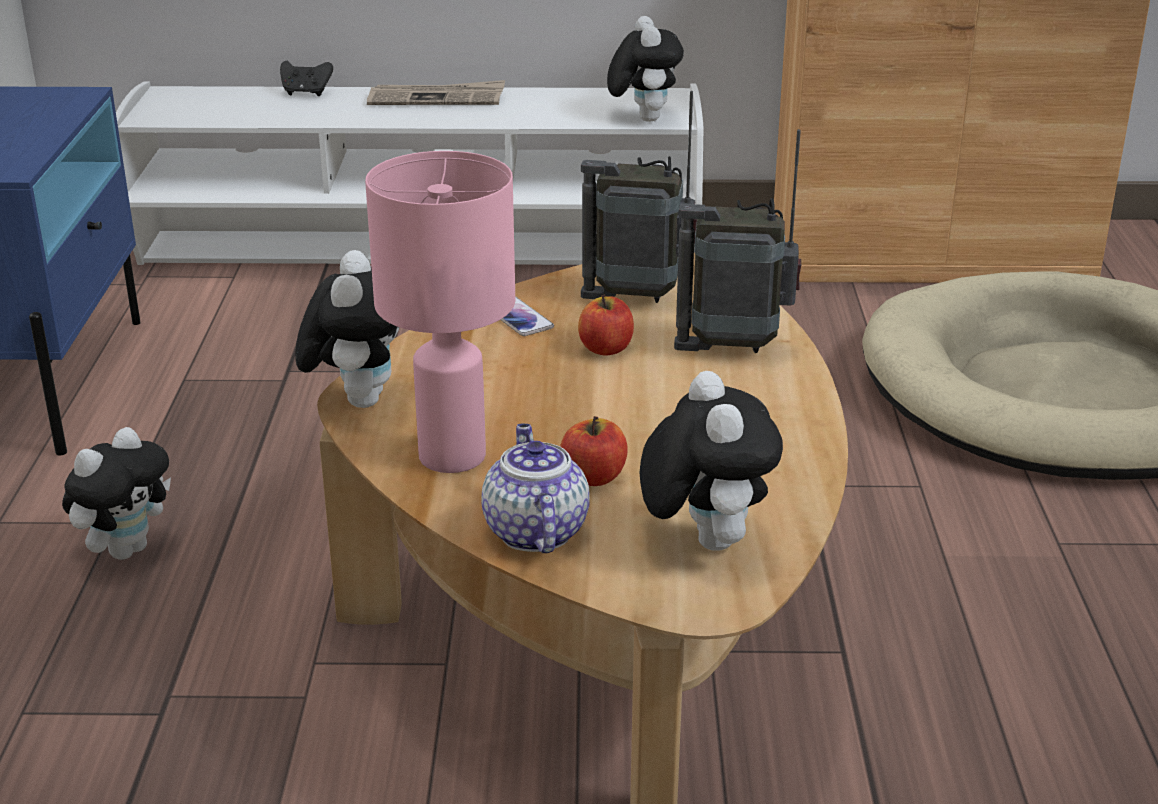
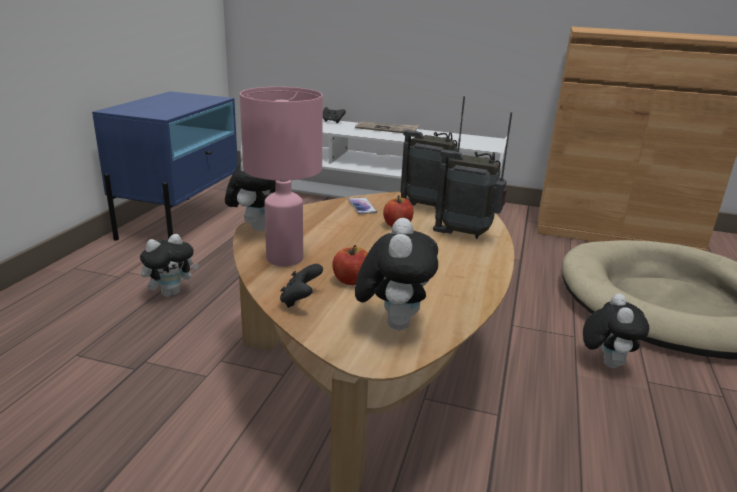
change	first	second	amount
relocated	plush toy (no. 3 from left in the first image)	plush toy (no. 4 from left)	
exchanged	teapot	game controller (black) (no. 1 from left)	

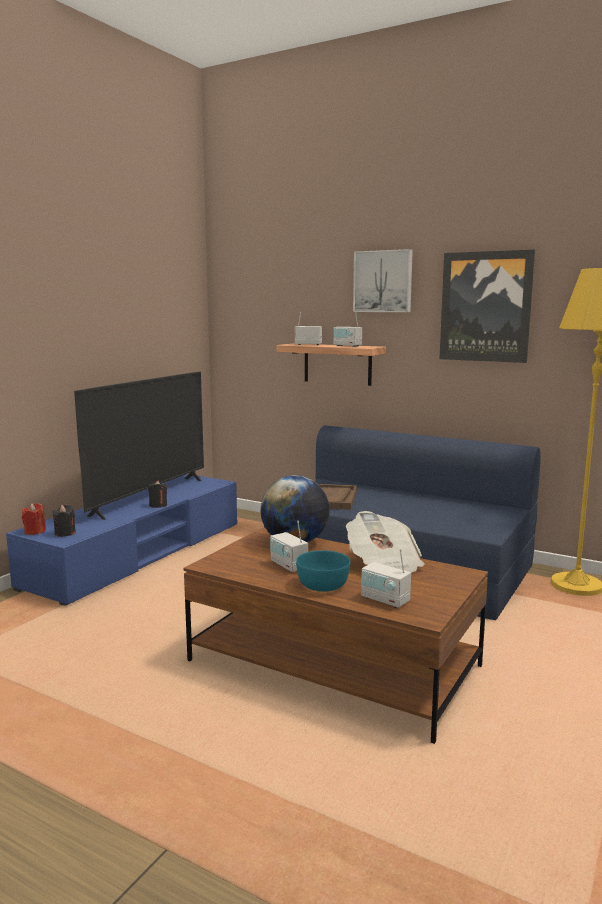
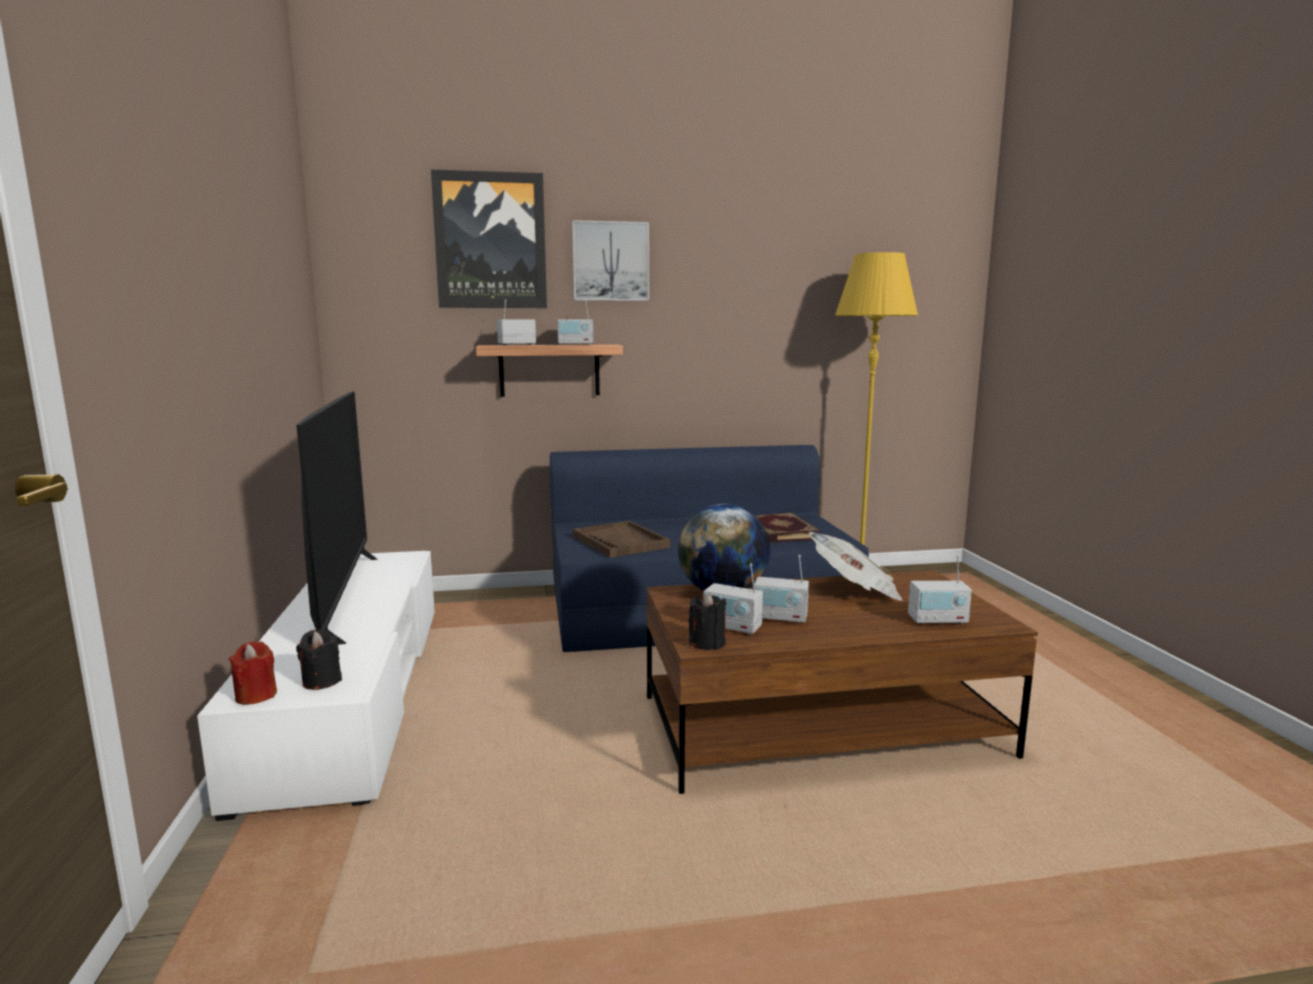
change	first	second	amount
relocated	picture (no. 2 from left in the first image)	picture (no. 1 from left)	
colour	tv stand (blue)	tv stand (white)	
relocated	candle (black) (no. 2 from left)		
missing	bowl (turquoise)		
appeared		book	
appeared		radio (no. 3 from left)	

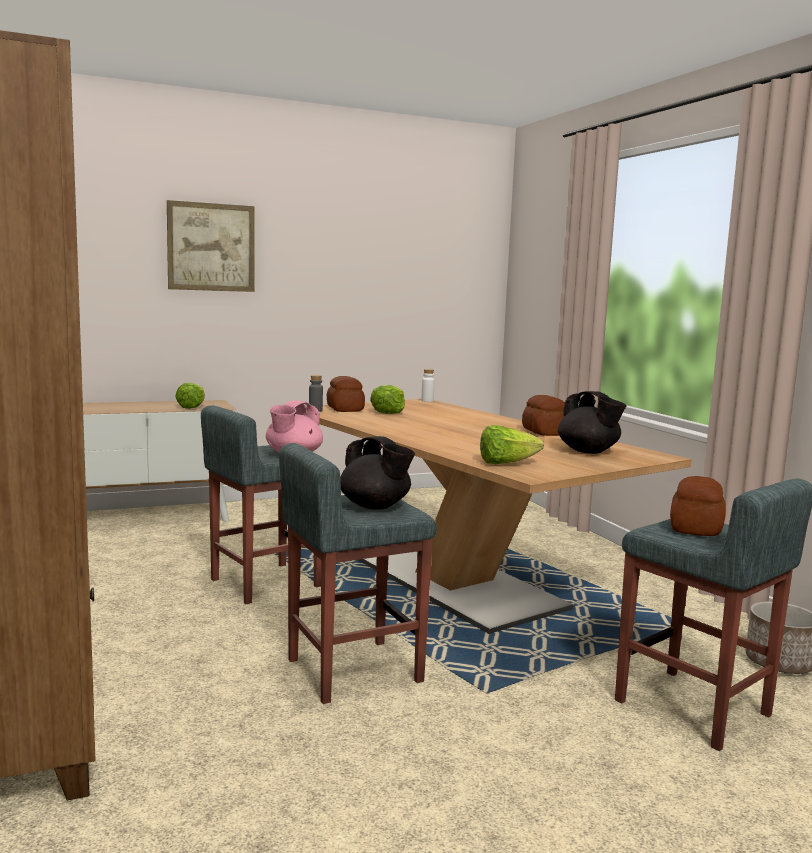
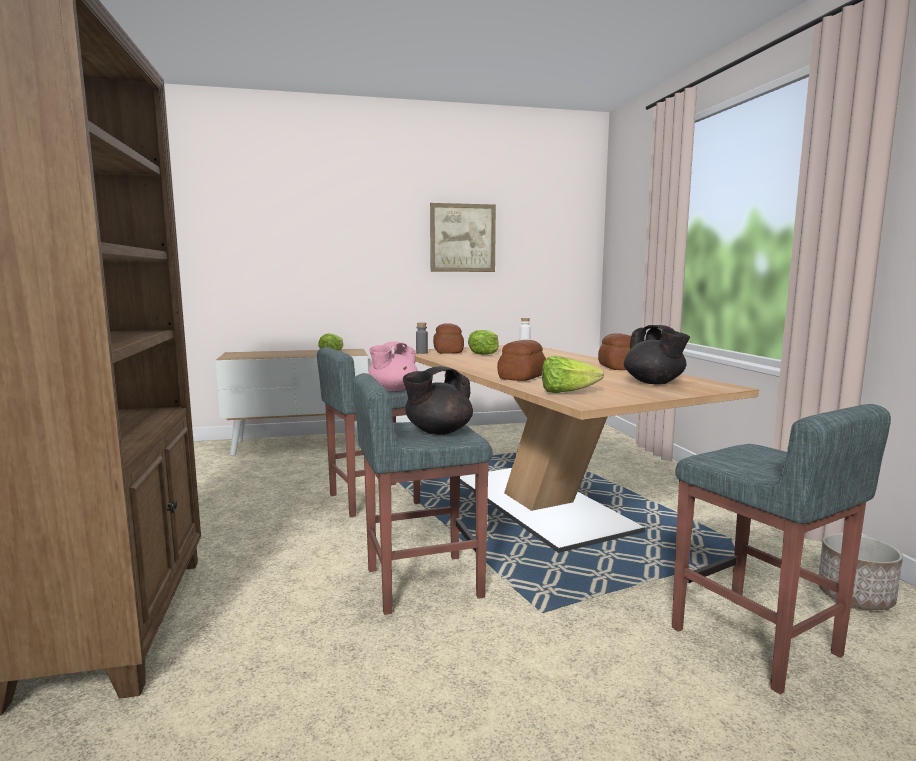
change	first	second	amount
relocated	picture		
spun	teapot (black) (no. 1 from left)		90 degrees clockwise
relocated	bread (no. 3 from left in the first image)	bread (no. 2 from left)	

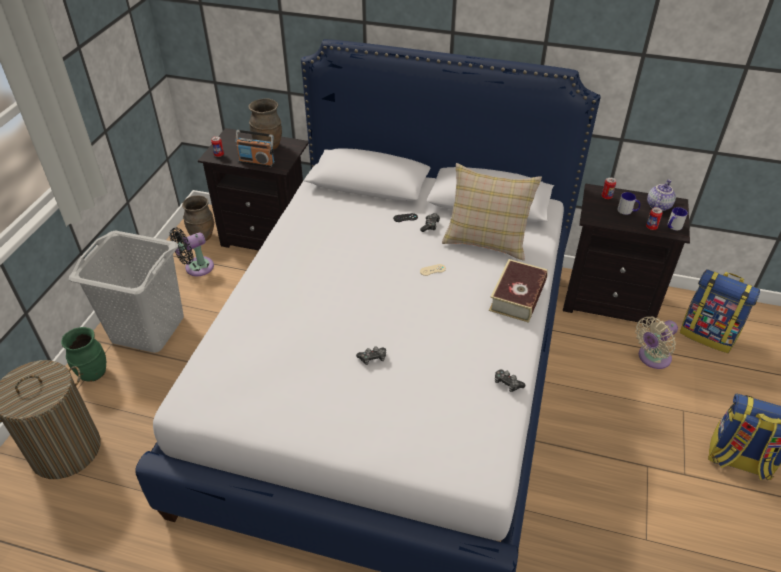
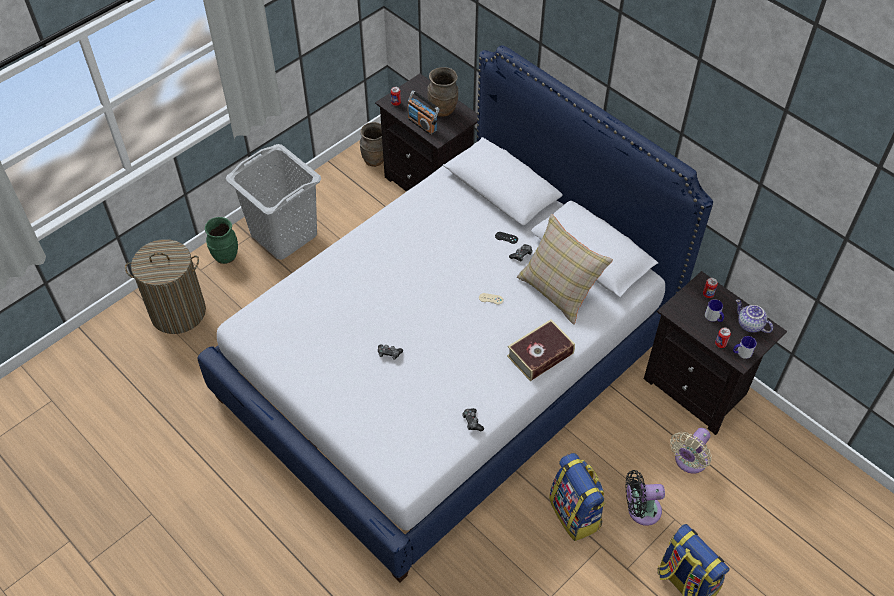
change	first	second	amount
spun	teapot		105 degrees counterclockwise
relocated	fan (black)		
relocated	backpack (no. 1 from left)		
spun	fan (beige)		45 degrees counterclockwise

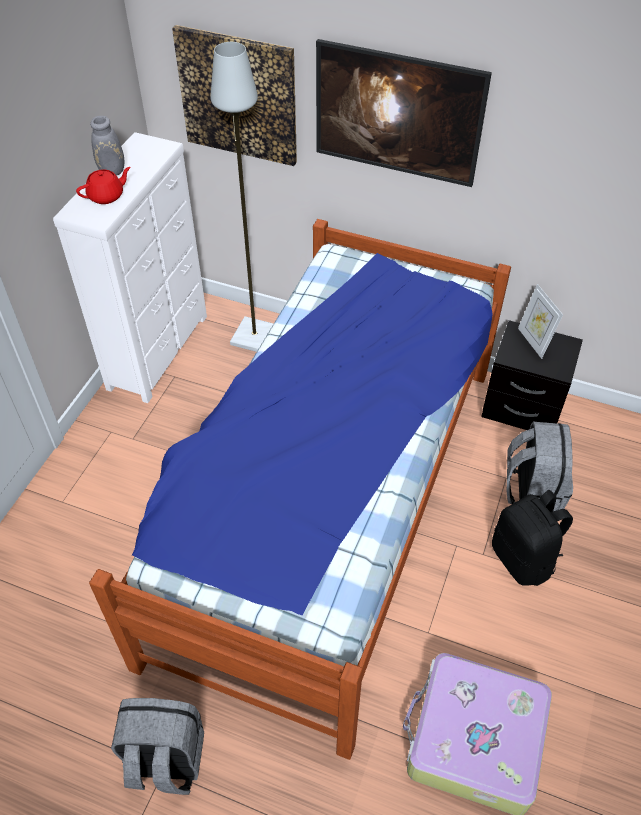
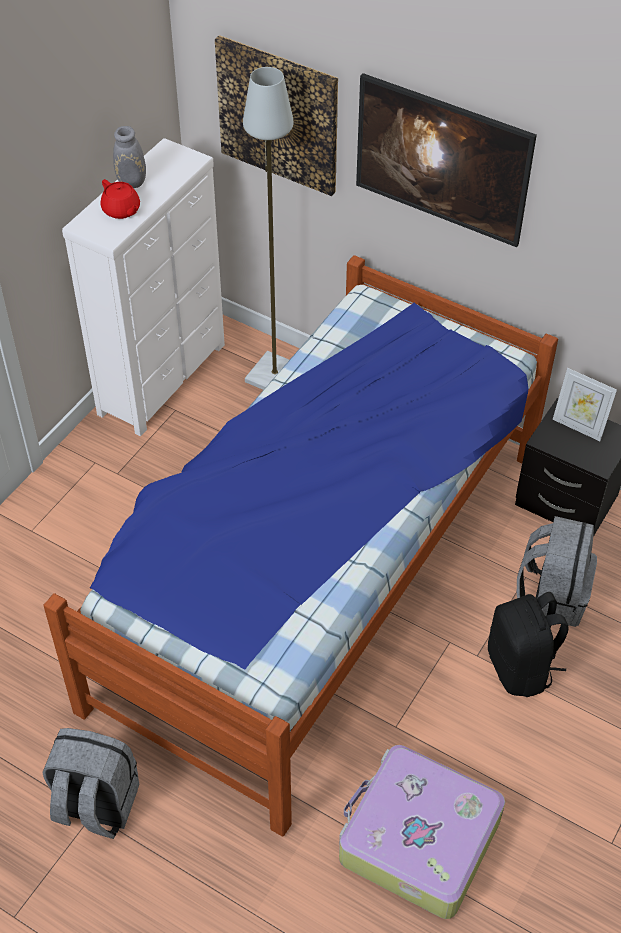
change	first	second	amount
spun	teapot (red)		75 degrees clockwise
spun	picture frame		45 degrees counterclockwise

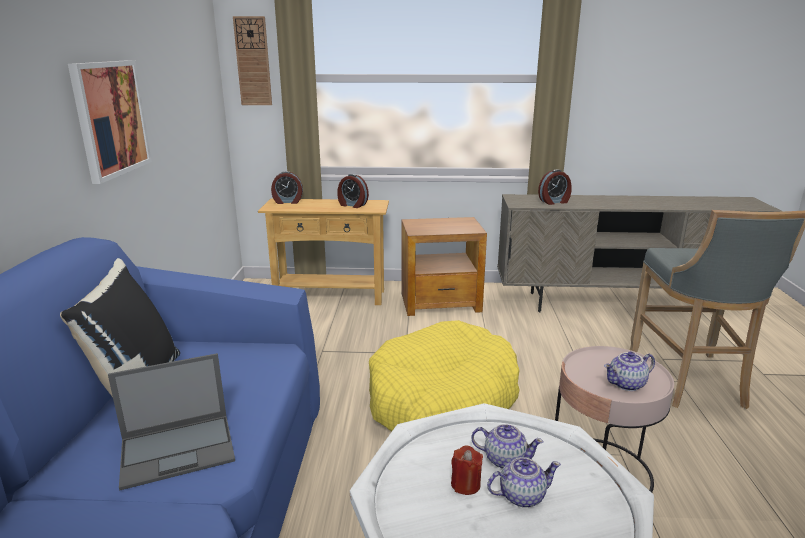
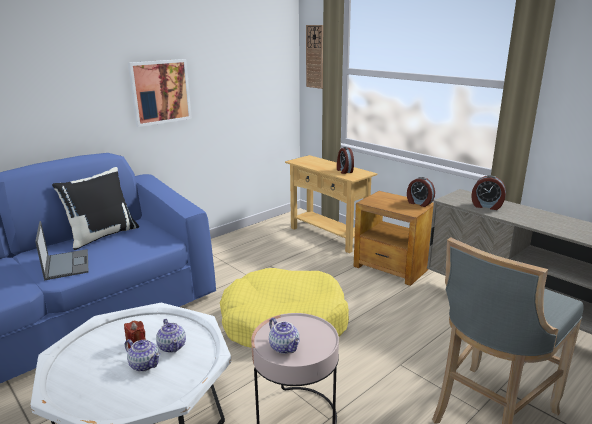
change	first	second	amount
relocated	alarm clock (no. 1 from left in the first image)	alarm clock (no. 2 from left)	
spun	teapot (no. 3 from left)		150 degrees counterclockwise
spun	laptop		135 degrees counterclockwise

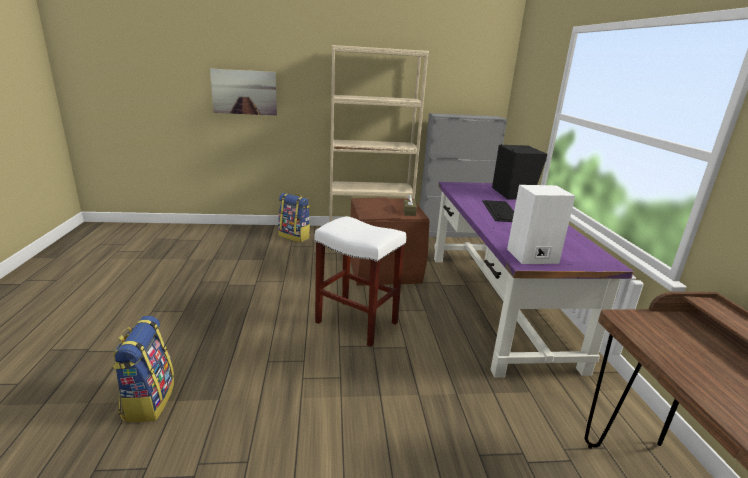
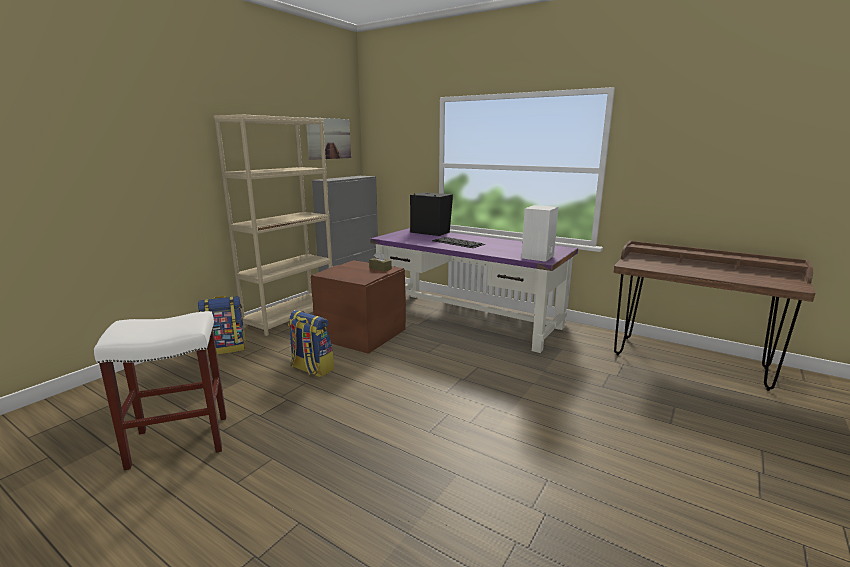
change	first	second	amount
relocated	picture		
relocated	stool (white)		
relocated	backpack (no. 1 from left in the first image)	backpack (no. 2 from left)	

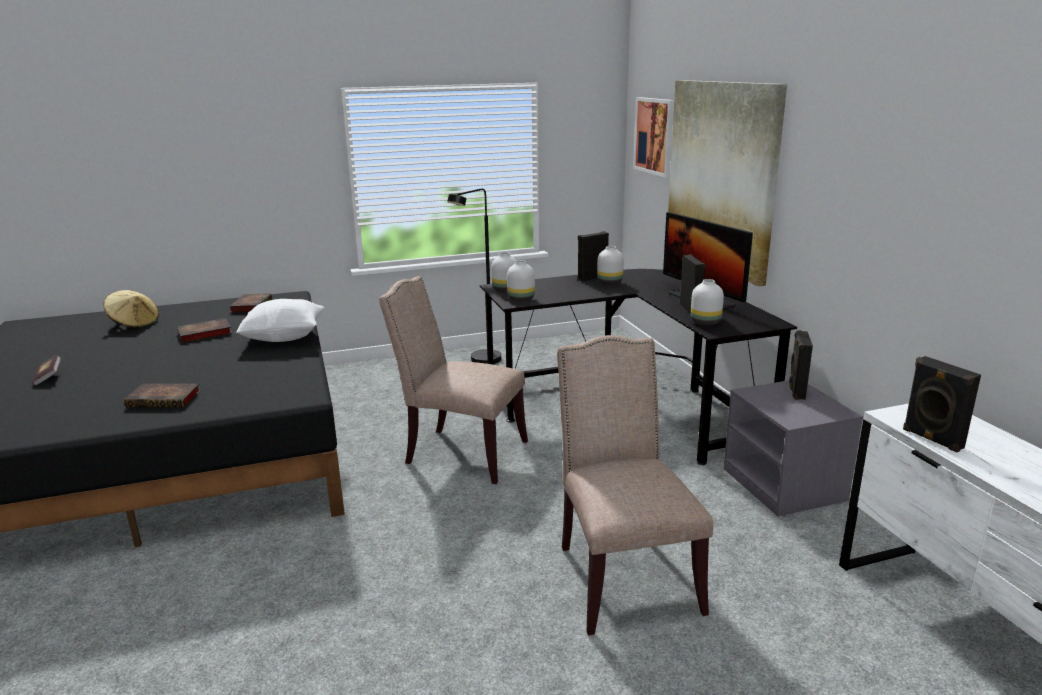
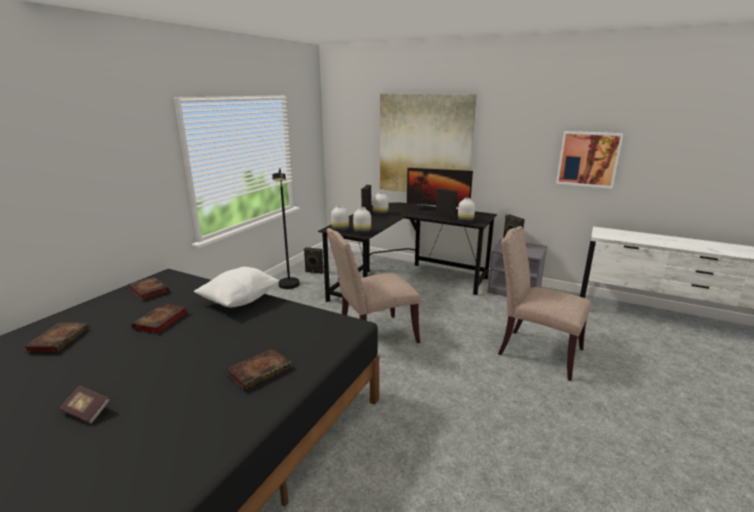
change	first	second	amount
relocated	picture (no. 1 from left in the first image)	picture (no. 2 from left)	
exchanged	hat (beige)	book (no. 1 from left)	
relocated	speaker (black) (no. 4 from left in the first image)	speaker (black) (no. 1 from left)	

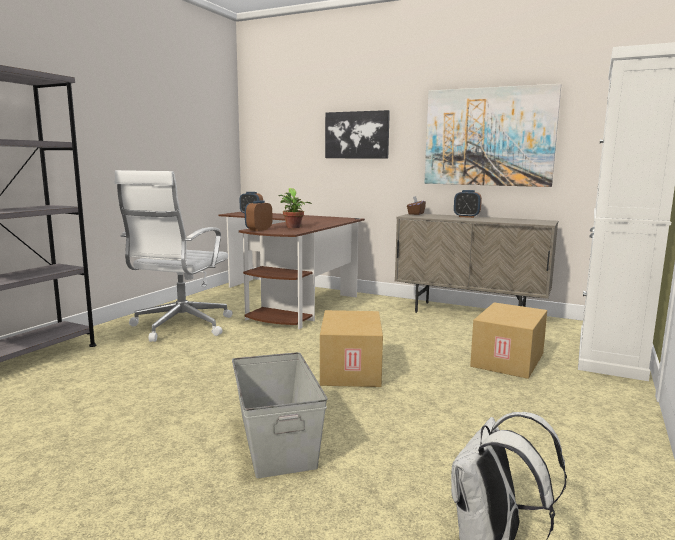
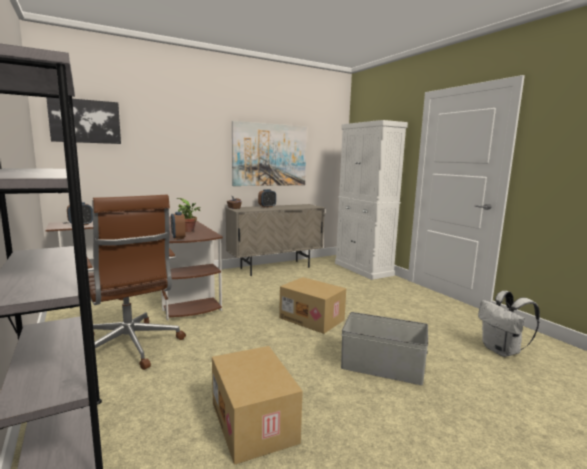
change	first	second	amount
relocated	picture (no. 1 from left)		
colour	office chair (white)	office chair (brown)	
relocated	cardboard box (no. 2 from left in the first image)	cardboard box (no. 1 from left)	

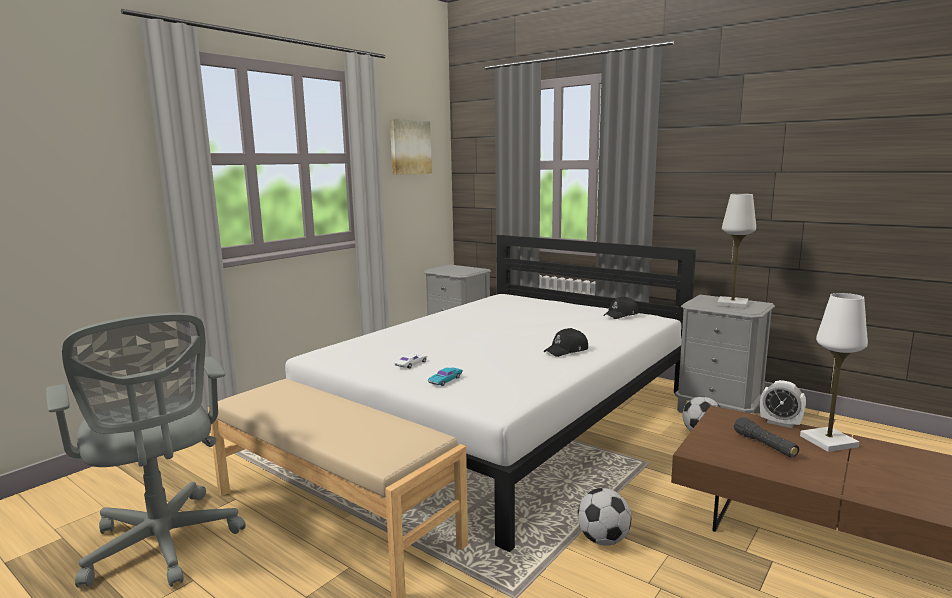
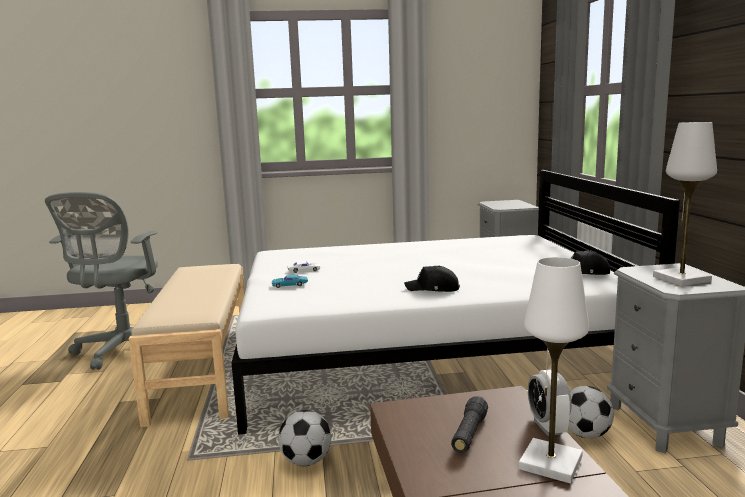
change	first	second	amount
missing	picture		

